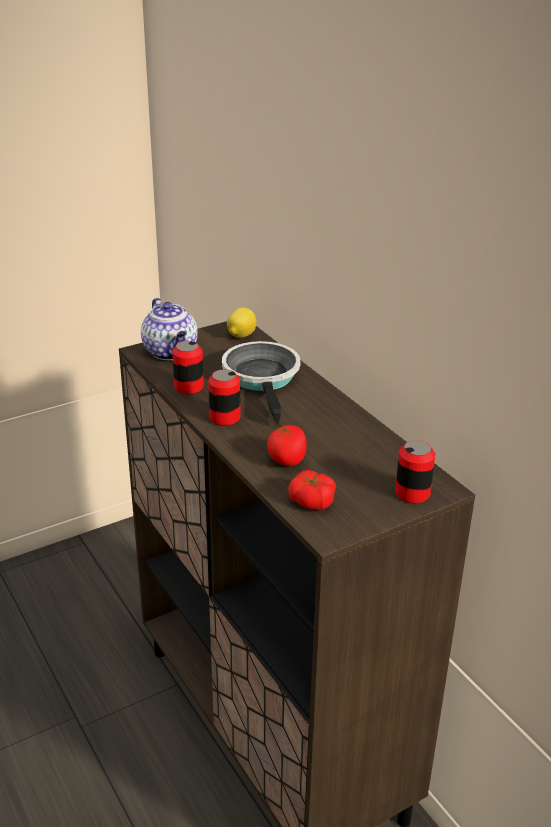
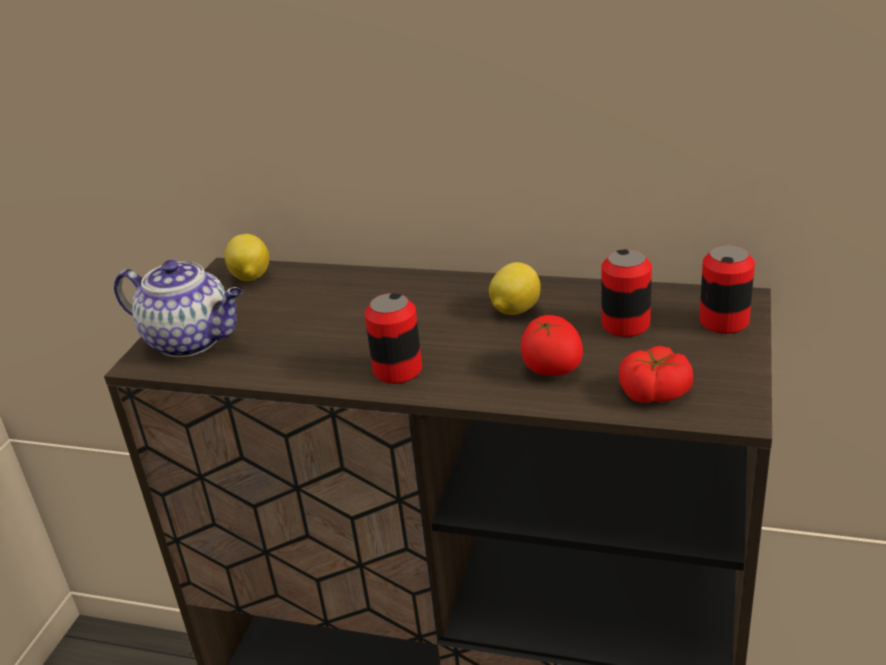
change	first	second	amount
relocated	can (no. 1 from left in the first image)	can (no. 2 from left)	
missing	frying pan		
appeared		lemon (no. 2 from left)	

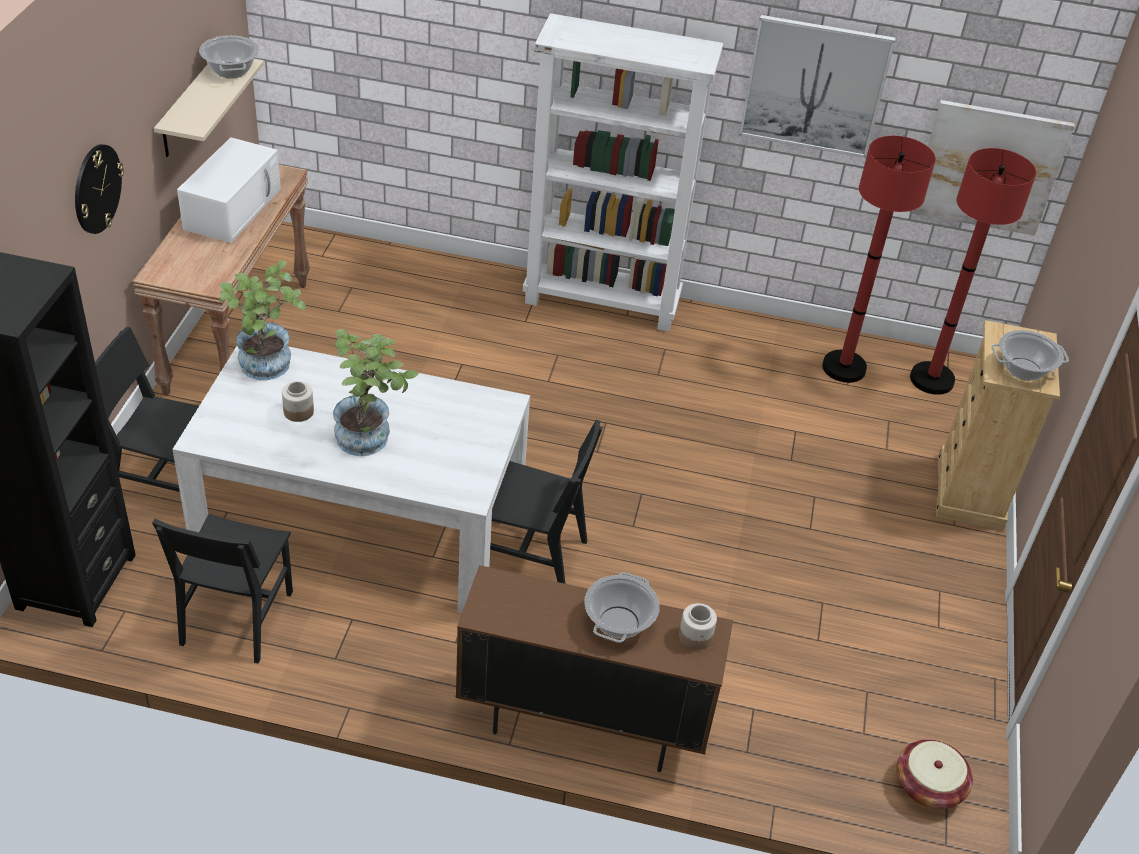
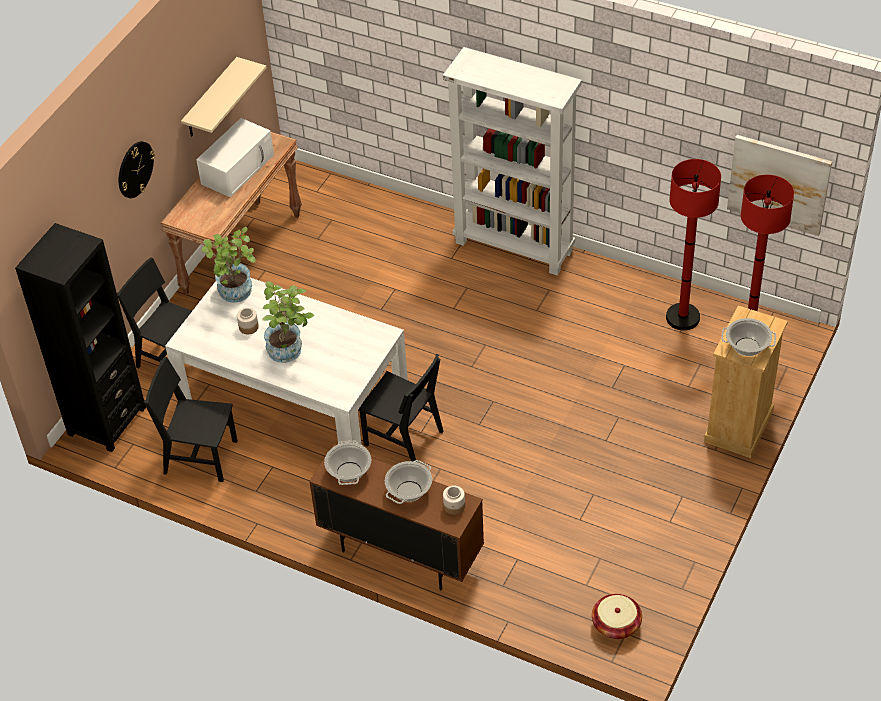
change	first	second	amount
missing	picture (no. 1 from left)		
relocated	cooking pot (no. 1 from left)		
spun	chair (black) (no. 2 from left)		75 degrees clockwise

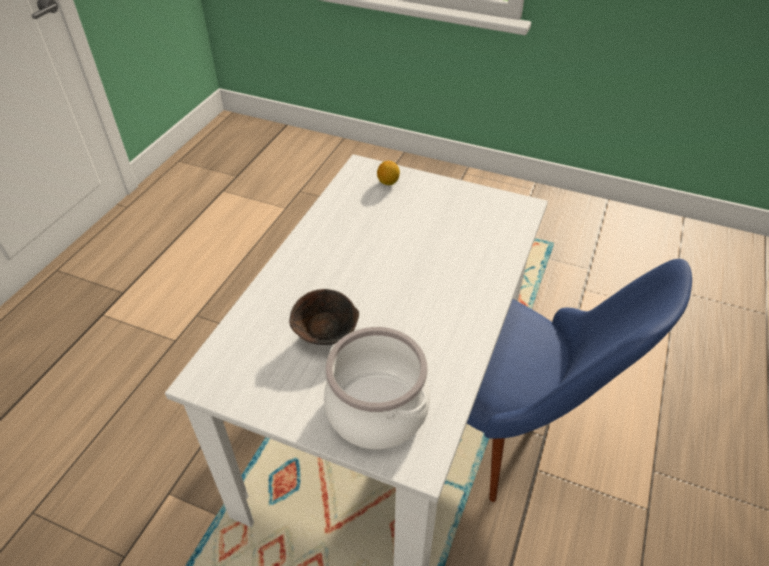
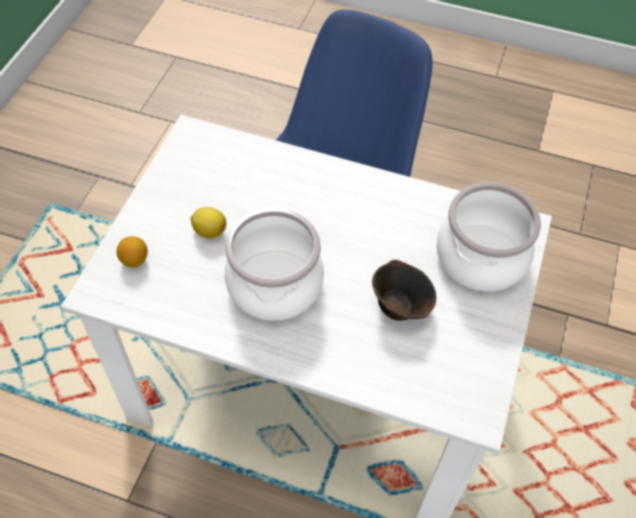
change	first	second	amount
appeared		lemon (no. 2 from left)	
appeared		cooking pot (no. 1 from left)	

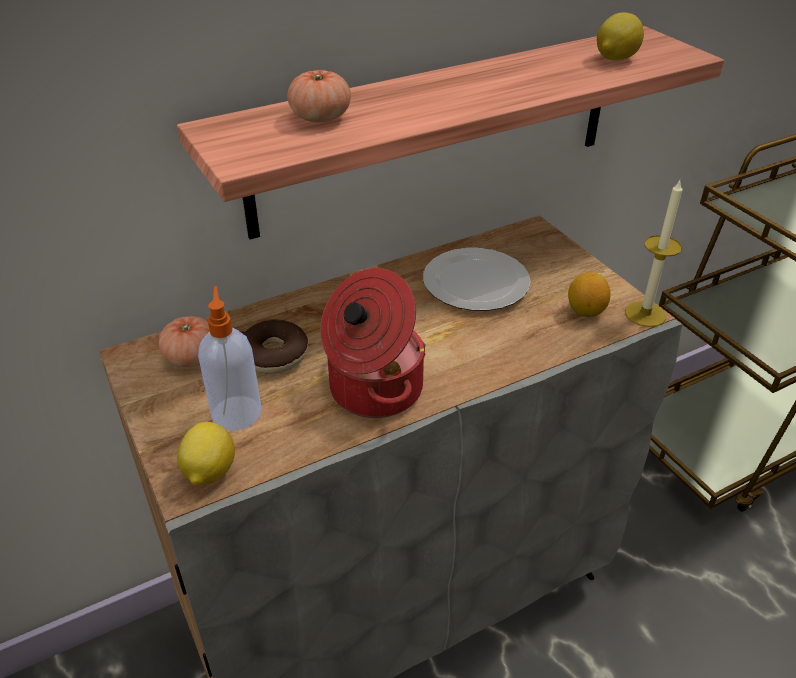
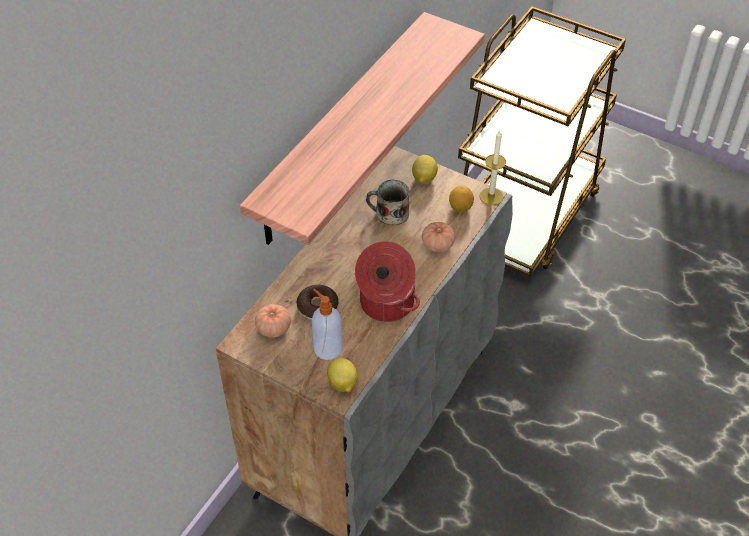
change	first	second	amount
relocated	lemon (no. 3 from left in the first image)	lemon (no. 2 from left)	
relocated	tomato (no. 2 from left)		
exchanged	plate	mug	

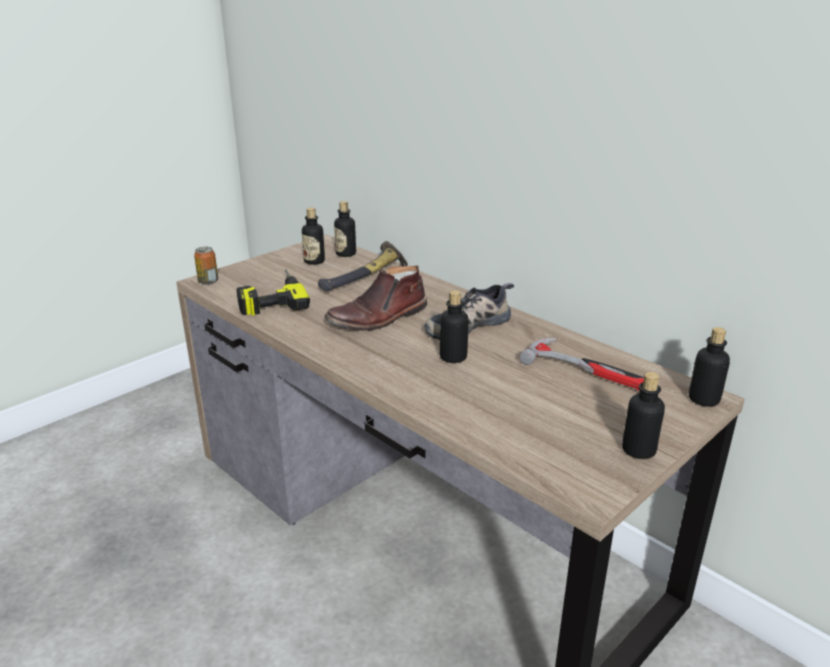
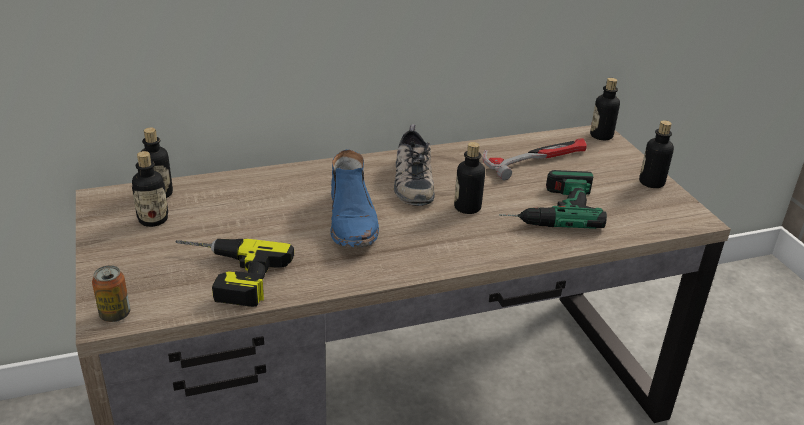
change	first	second	amount
missing	hammer (no. 1 from left)		
colour	boot (brown)	boot (blue)	
appeared		power drill (no. 2 from left)	

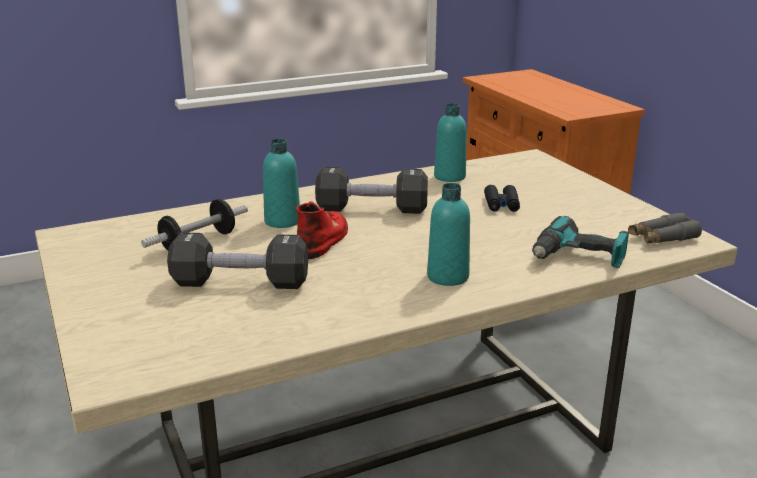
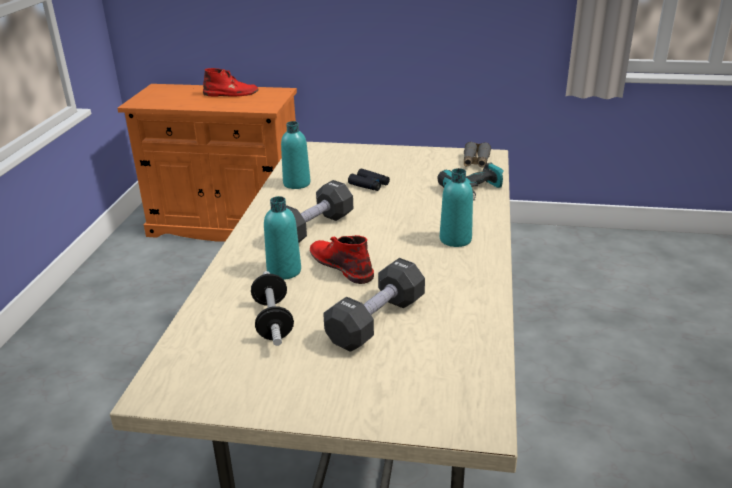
change	first	second	amount
appeared		boot (red) (no. 1 from left)	

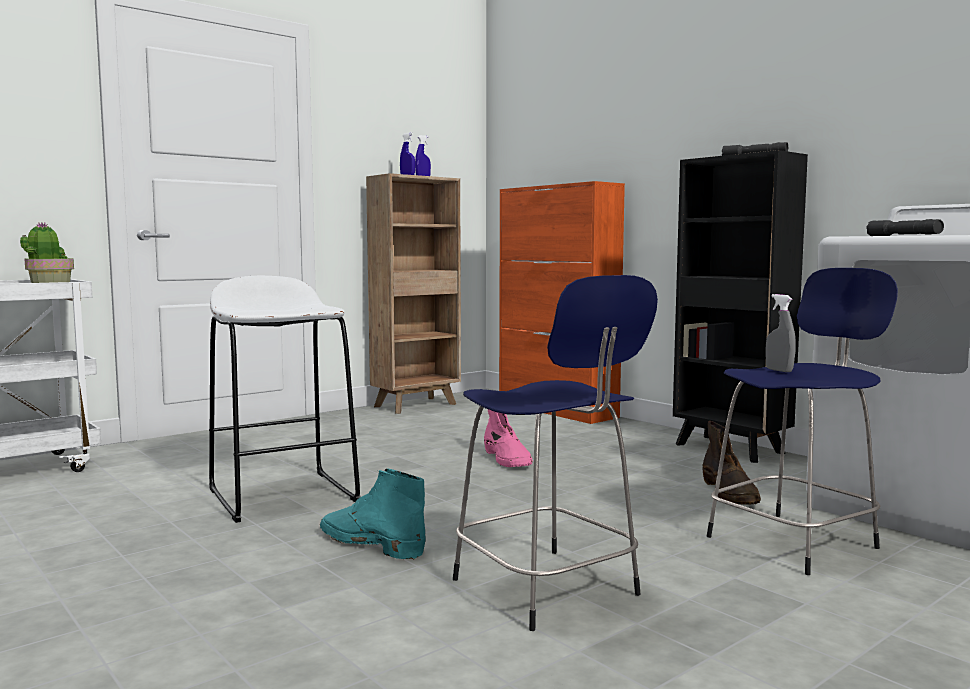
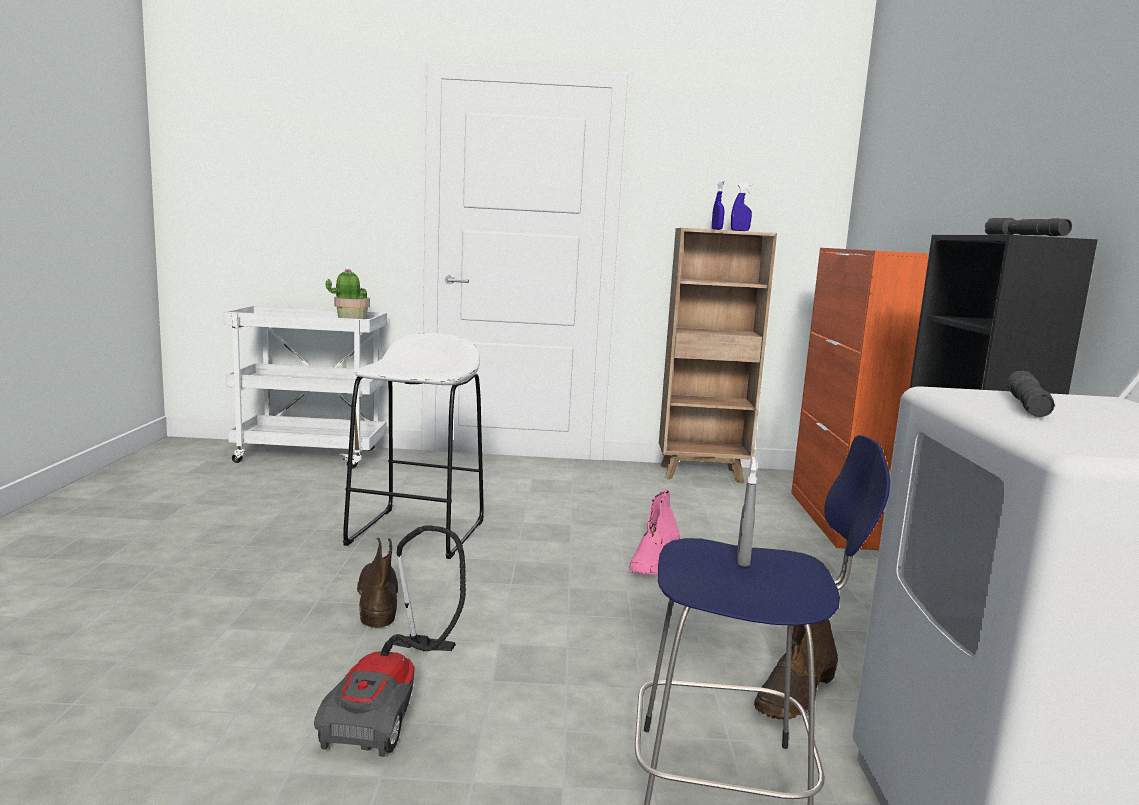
change	first	second	amount
exchanged	stool (blue) (no. 1 from left)	vacuum cleaner	
colour	boot (turquoise)	boot (brown) (no. 1 from left)	

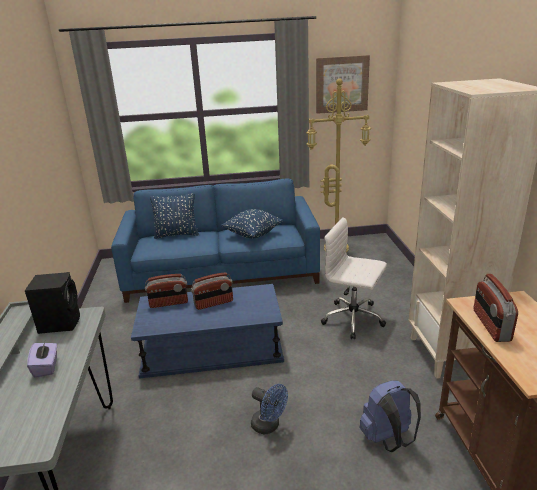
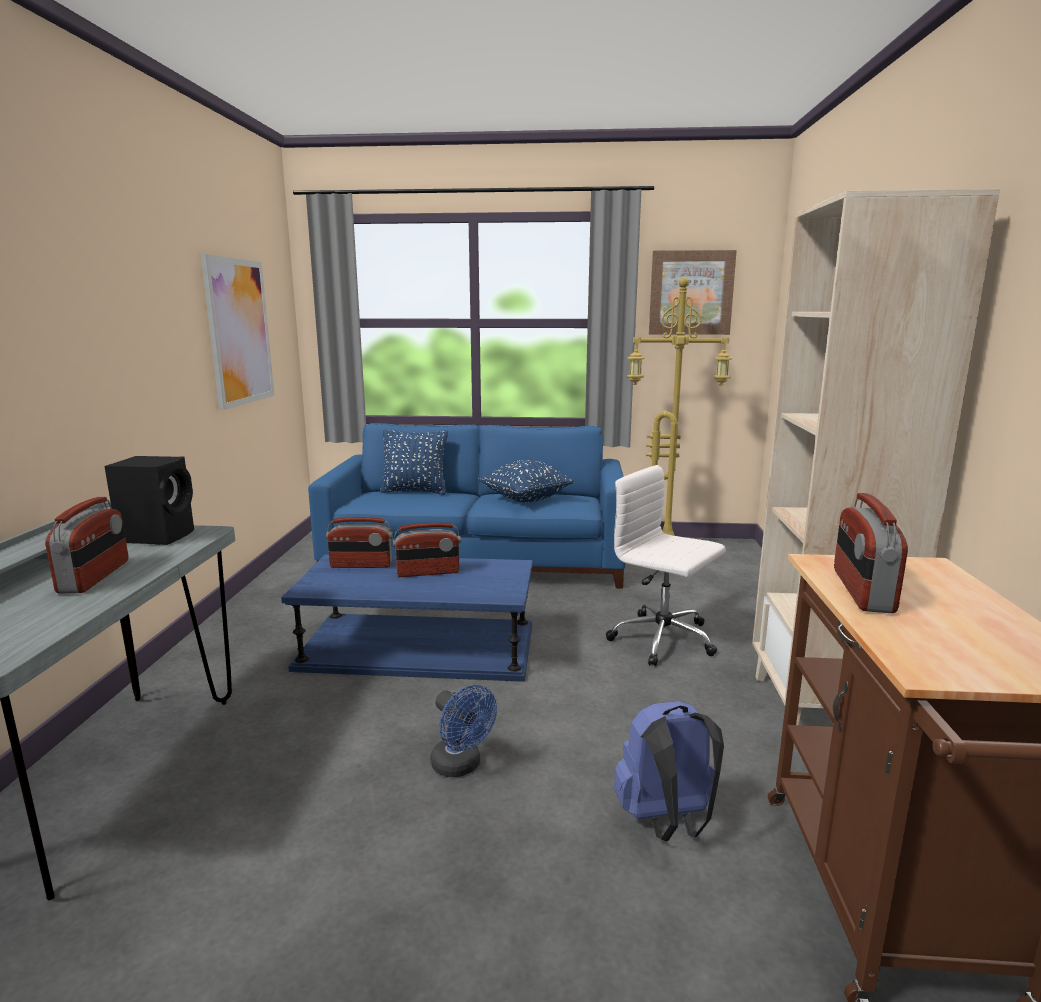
change	first	second	amount
exchanged	tissue box (purple)	radio (no. 1 from left)	
appeared		picture (no. 1 from left)	

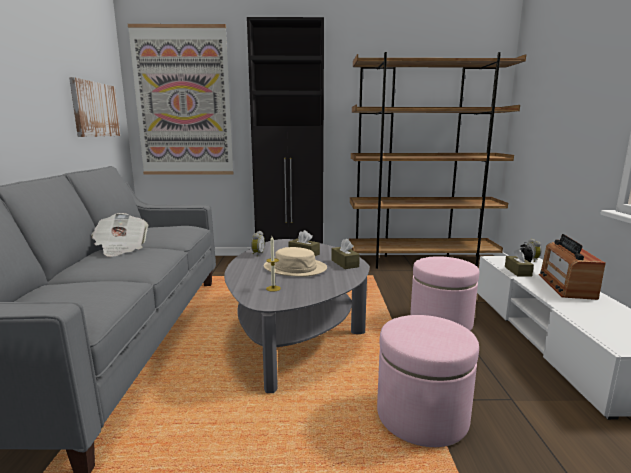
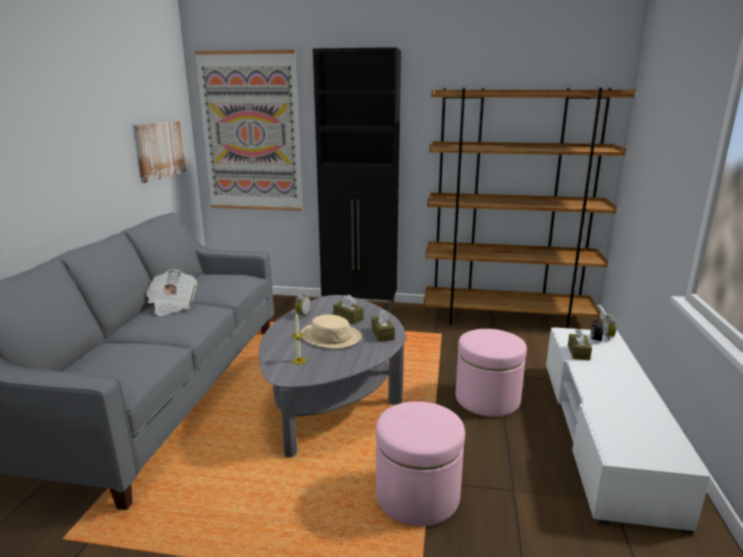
change	first	second	amount
missing	radio		

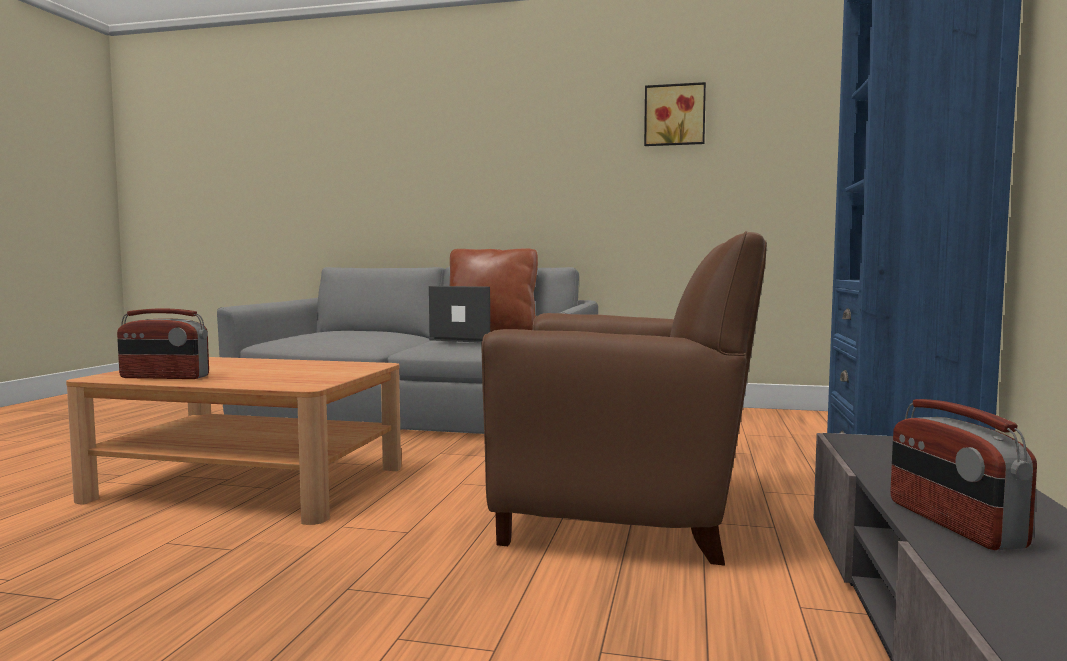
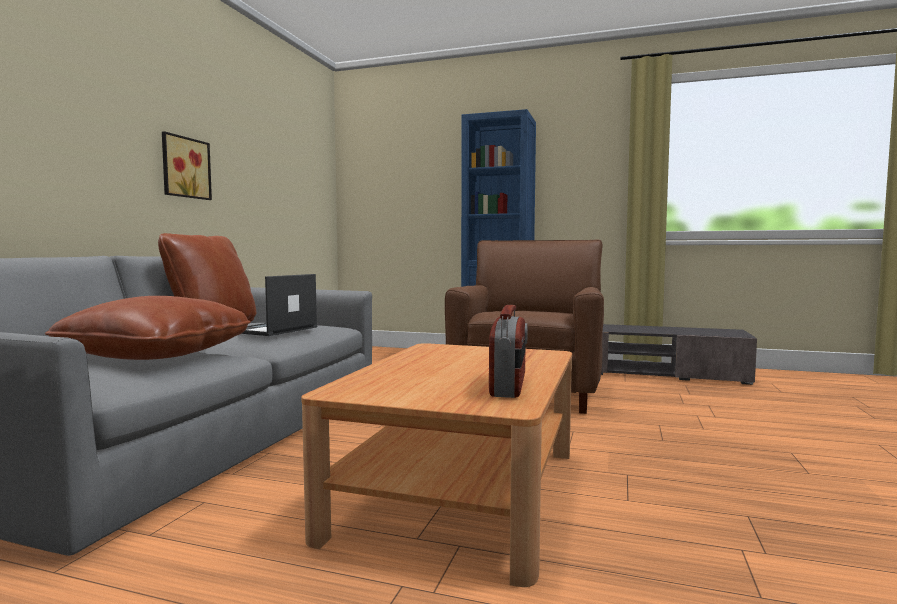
change	first	second	amount
relocated	picture		
missing	radio (no. 2 from left)		
appeared		pillow (brown) (no. 1 from left)	

